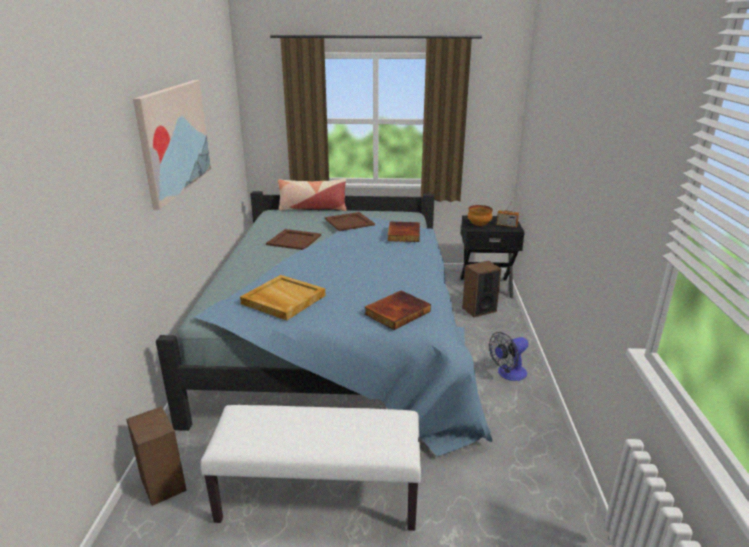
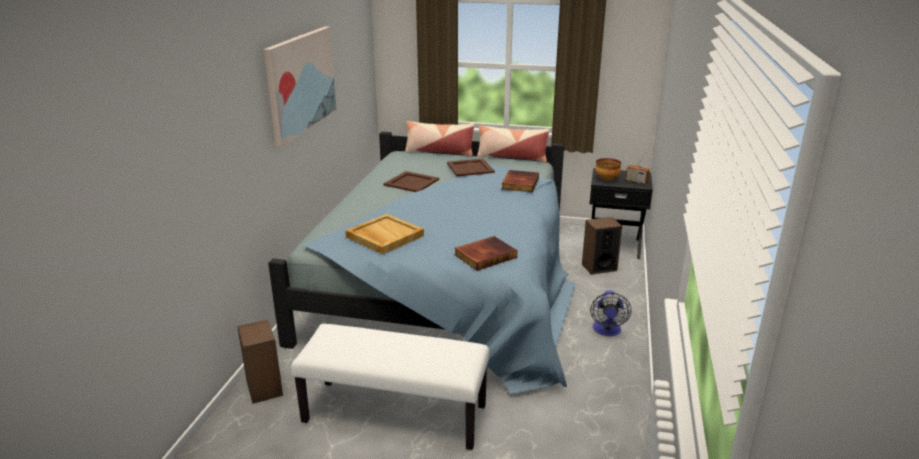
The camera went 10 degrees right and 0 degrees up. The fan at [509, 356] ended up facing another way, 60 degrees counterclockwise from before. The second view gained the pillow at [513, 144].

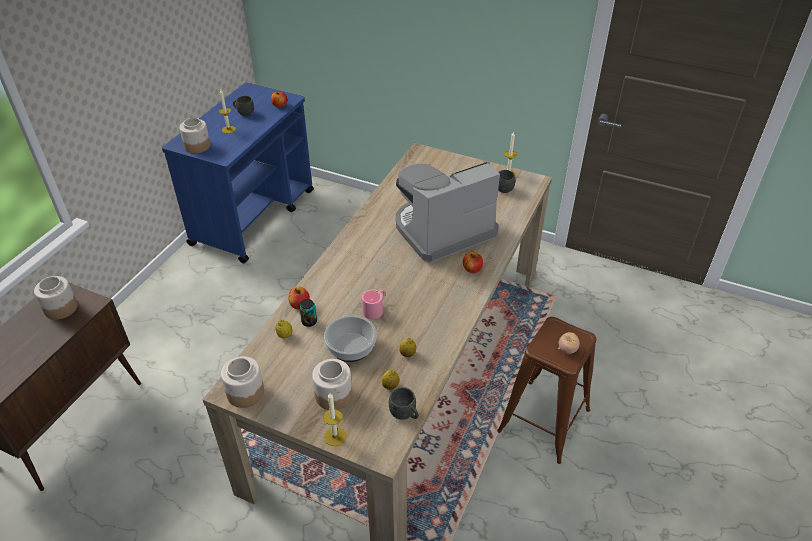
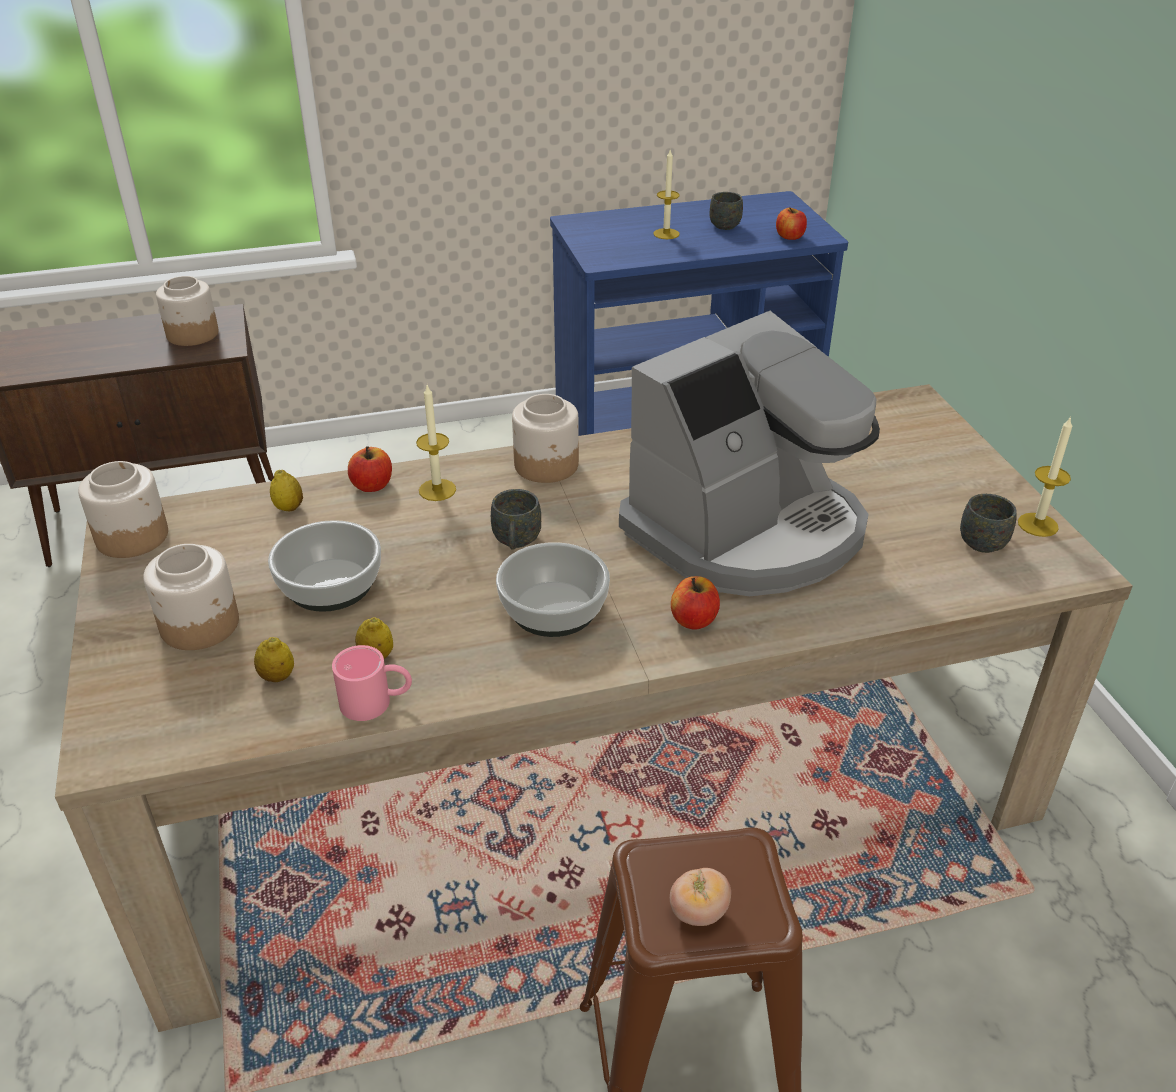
The camera went 50 degrees right and 5 degrees down. The jar ended up elsewhere, having gone from [194, 135] to [545, 438]. The second view lost the can at [308, 313]. The candle ended up elsewhere, having gone from [334, 419] to [436, 443]. The pink mug ended up elsewhere, having gone from [373, 304] to [372, 683]. The grey mug ended up elsewhere, having gone from [404, 403] to [516, 519]. The coffee machine at [448, 212] ended up facing another way, 120 degrees clockwise from before. The second view gained the bowl at [553, 589].

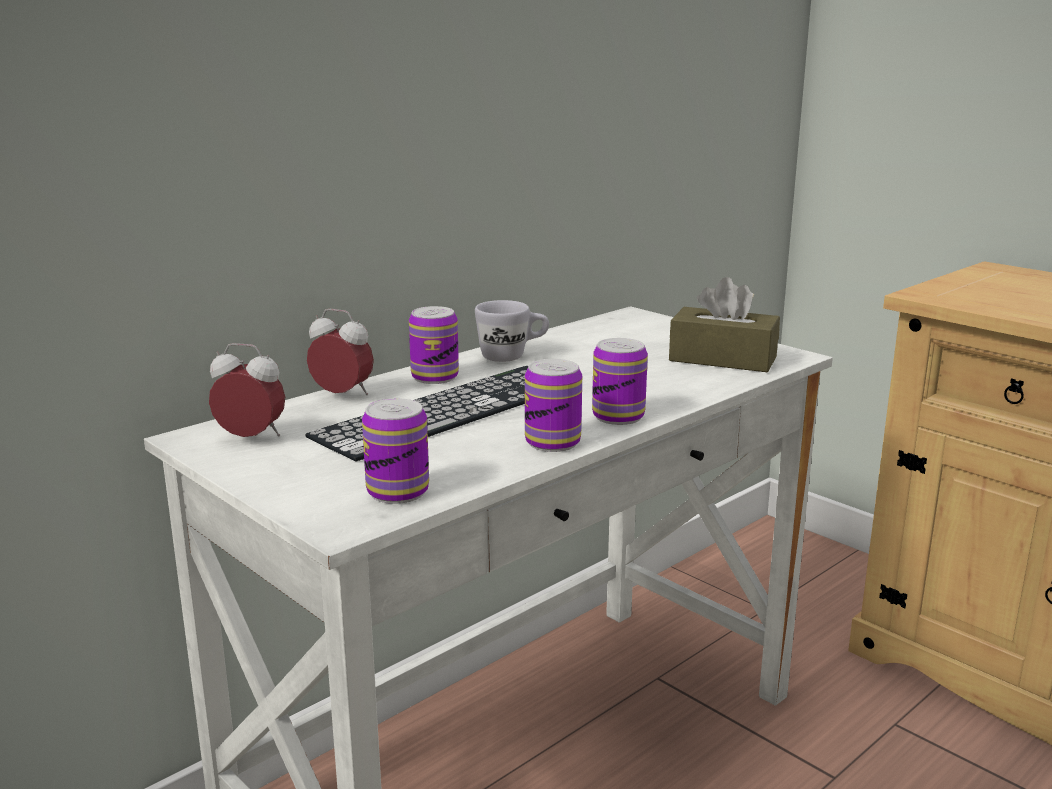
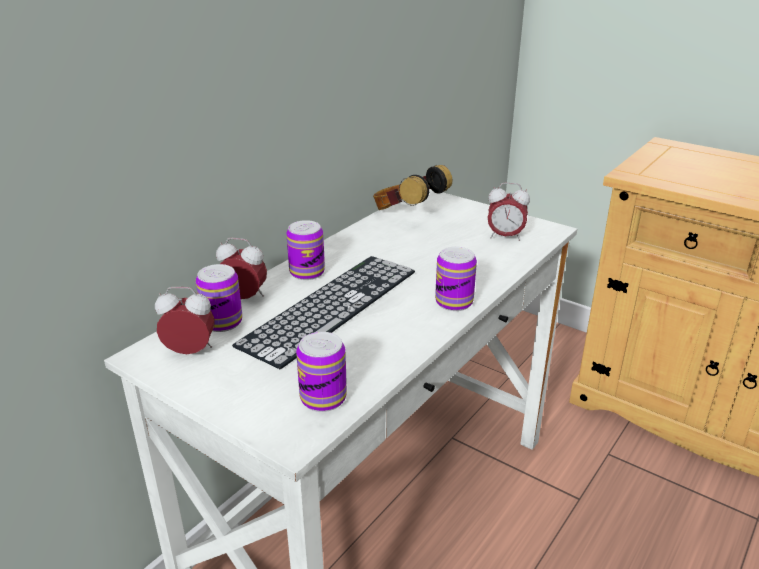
The camera went 10 degrees left and 10 degrees up. The second view lost the white mug at [512, 331]. The can ended up elsewhere, having gone from [553, 405] to [219, 298]. Where the brown tissue box stood at [724, 324], the alarm clock came to stand at [509, 212]. The second view gained the headphones at [412, 187].

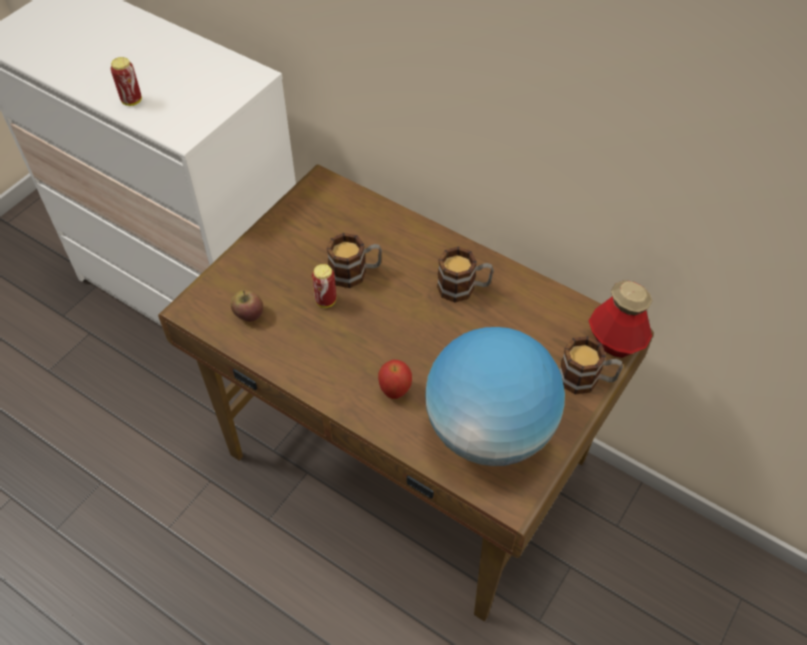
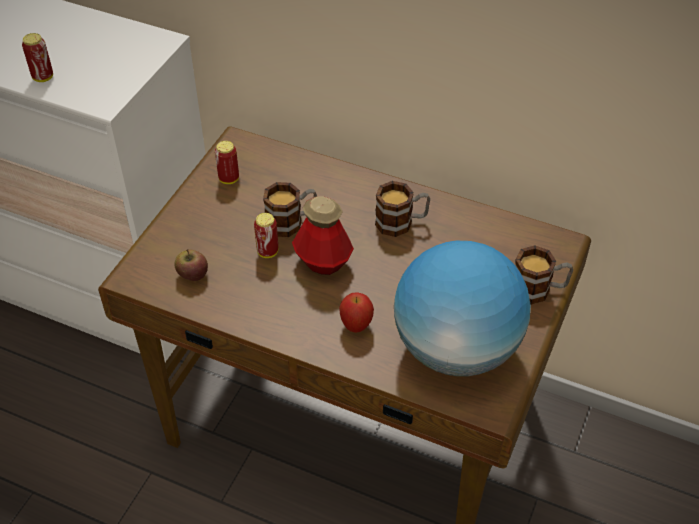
The camera went 10 degrees left and 5 degrees down. The bottle ended up elsewhere, having gone from [620, 319] to [323, 235]. The second view gained the can at [227, 162].

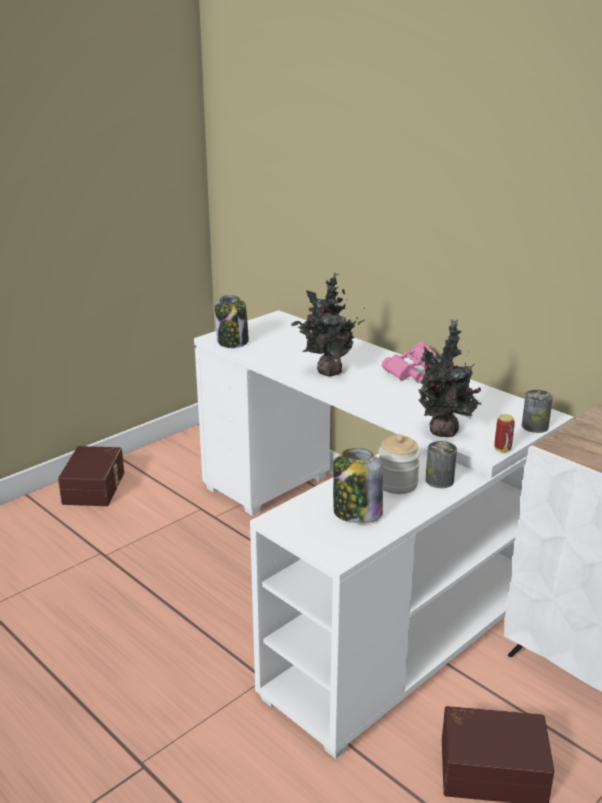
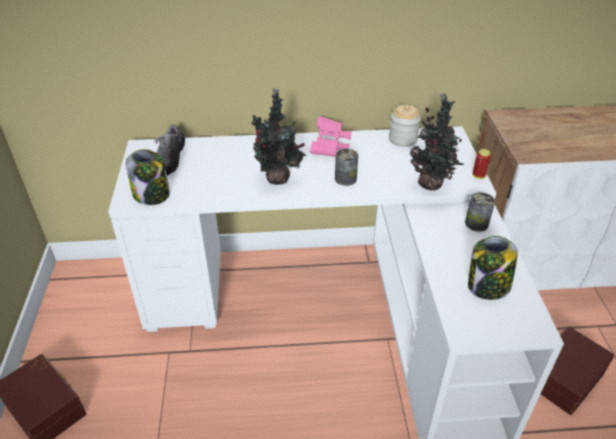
The camera went 50 degrees left and 15 degrees up. The jar ended up elsewhere, having gone from [399, 464] to [405, 125]. The can ended up elsewhere, having gone from [537, 411] to [346, 167]. The second view gained the shoe at [169, 150].

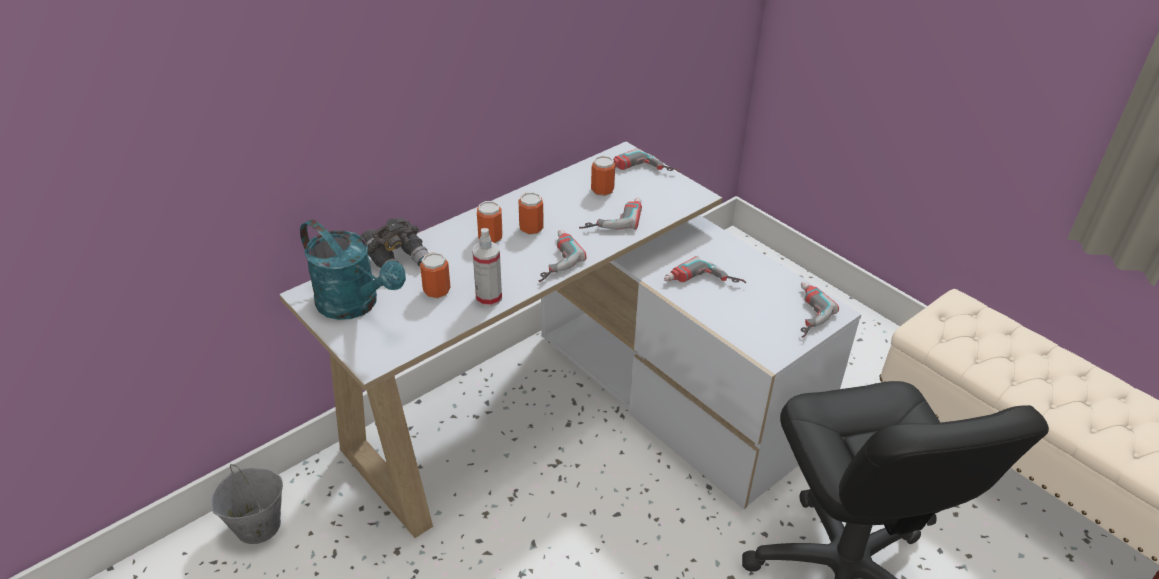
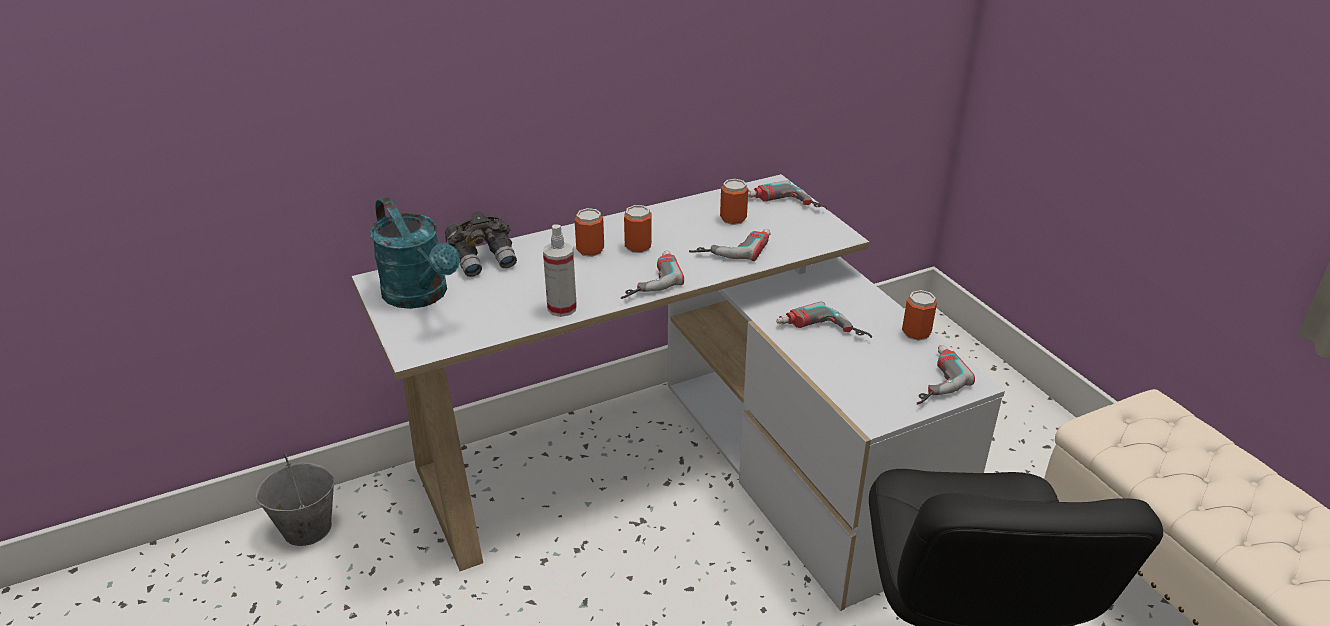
The camera went 15 degrees right and 5 degrees down. The can ended up elsewhere, having gone from [435, 275] to [919, 315].

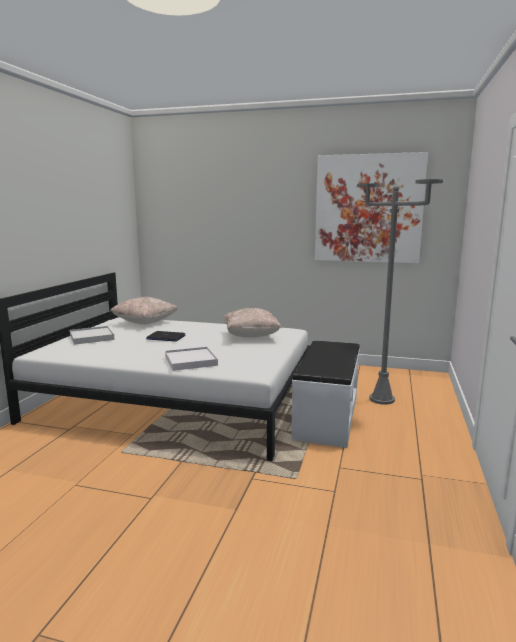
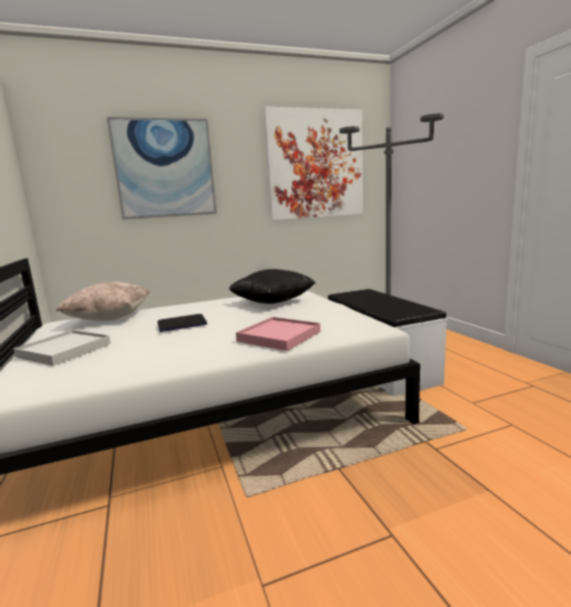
The camera went 35 degrees left and 0 degrees up. What was the white tray at [191, 359] turned into the pink tray at [278, 334]. What was the beige pillow at [252, 323] turned into the black pillow at [272, 286]. The second view gained the picture at [162, 168].

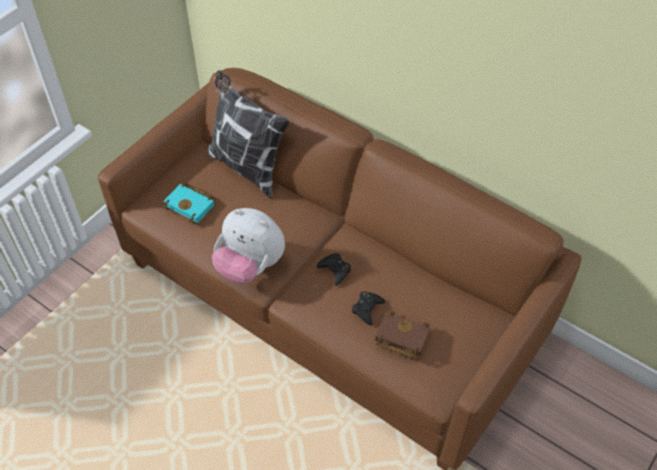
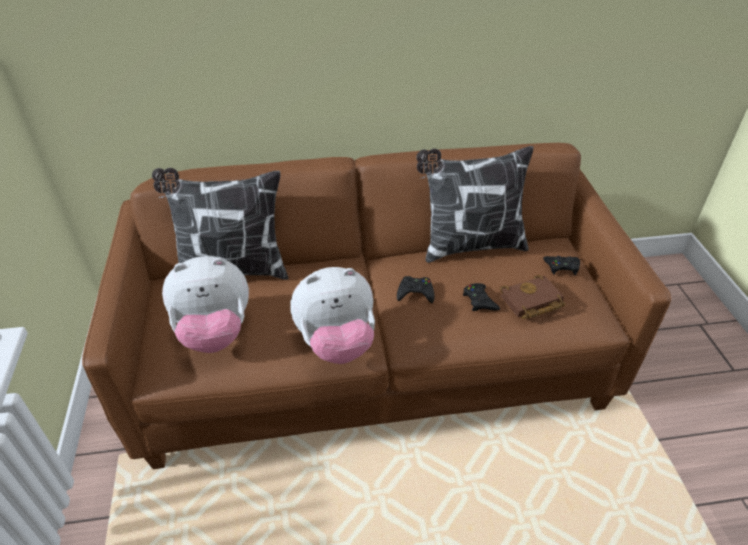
The camera went 45 degrees left and 10 degrees down. Where the turquoise book stood at [189, 203], the plush toy came to stand at [205, 304]. The second view gained the pillow at [474, 204]. The second view gained the black game controller at [561, 265].

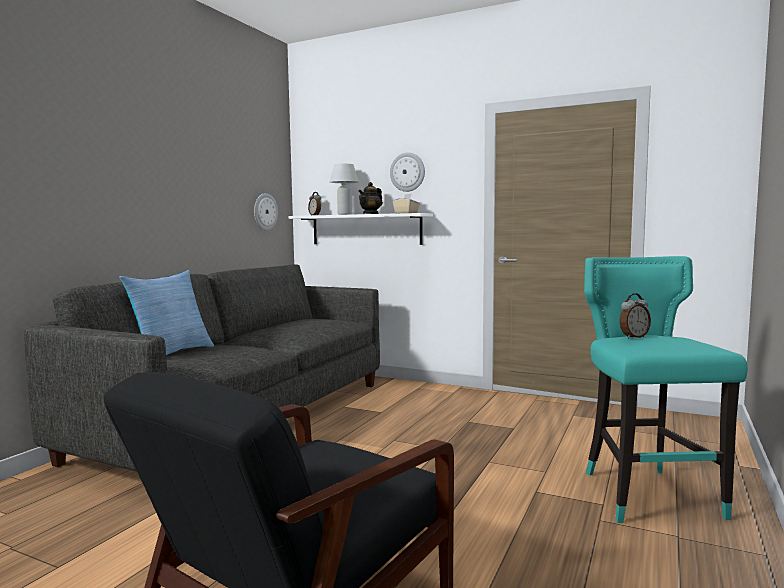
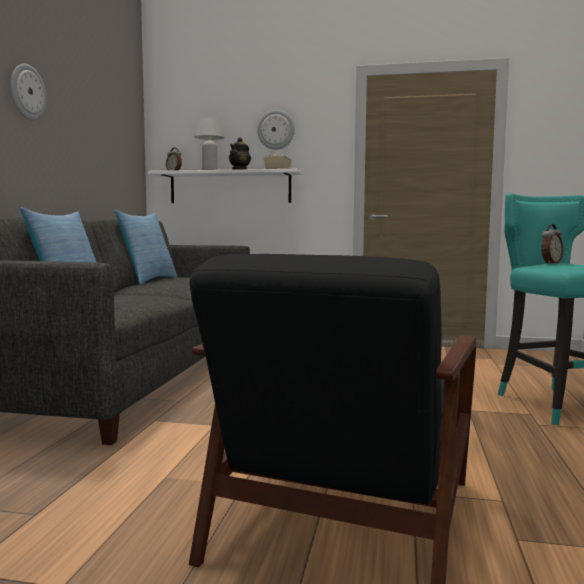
The camera went 15 degrees left and 0 degrees up. The wall clock ended up elsewhere, having gone from [266, 212] to [28, 92]. The second view gained the pillow at [146, 247].

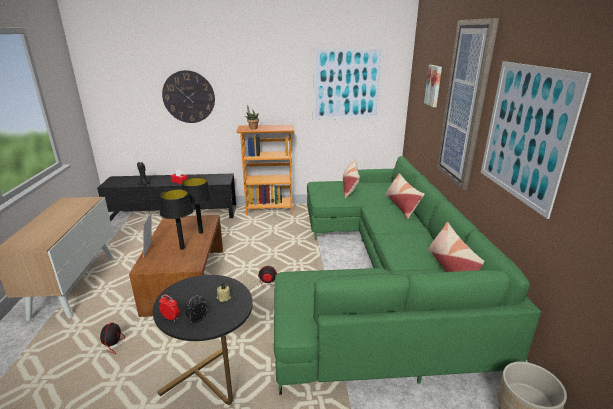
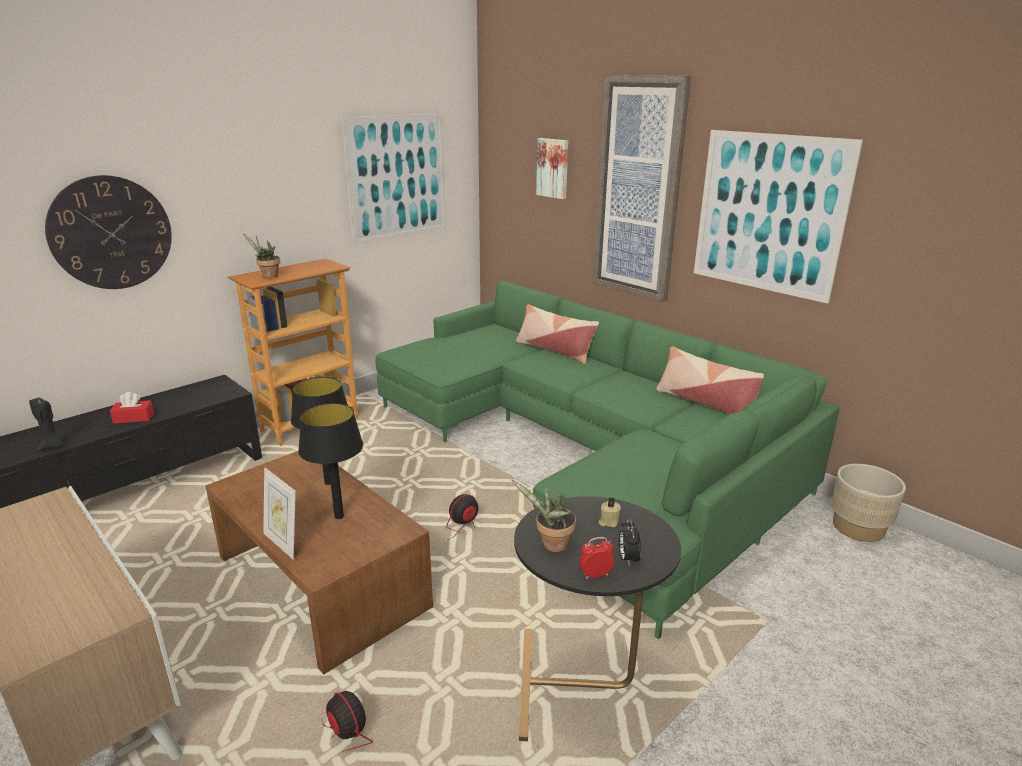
The camera went 40 degrees left and 0 degrees up. The second view lost the pillow at [351, 178]. The second view gained the potted plant at [543, 515].

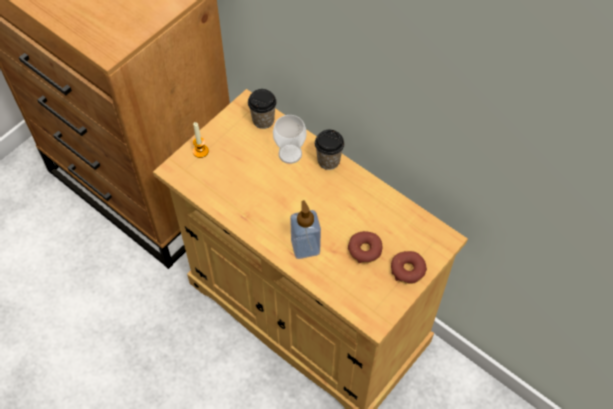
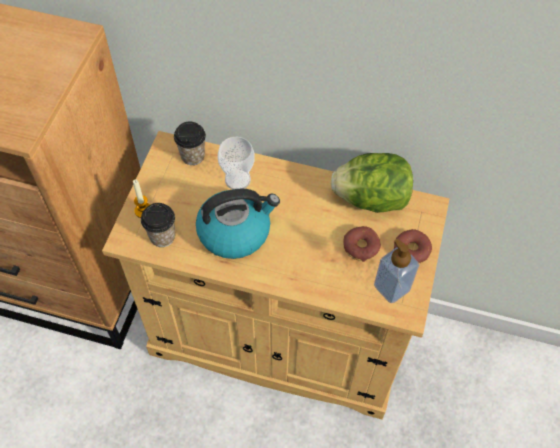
The camera went 25 degrees left and 0 degrees up. The soap dispenser ended up elsewhere, having gone from [305, 229] to [396, 271]. The cup ended up elsewhere, having gone from [329, 150] to [158, 225]. The second view gained the kettle at [238, 224]. The second view gained the lettuce at [372, 183].

